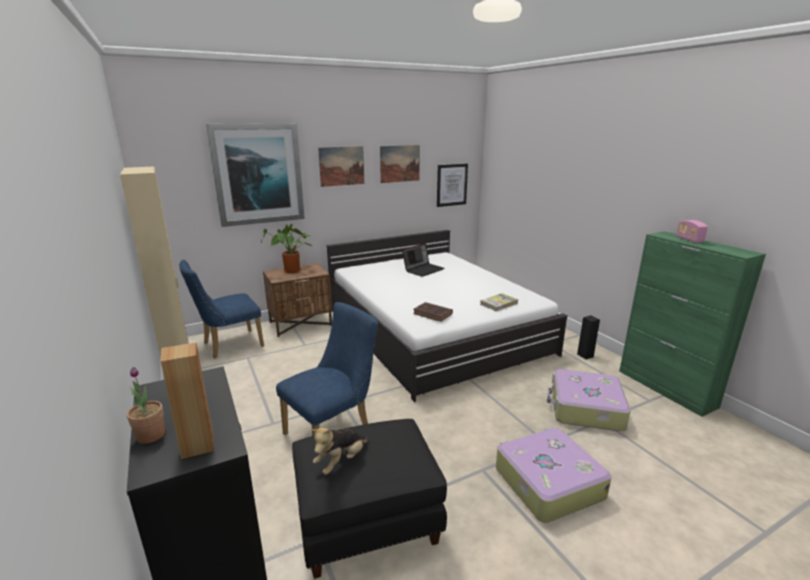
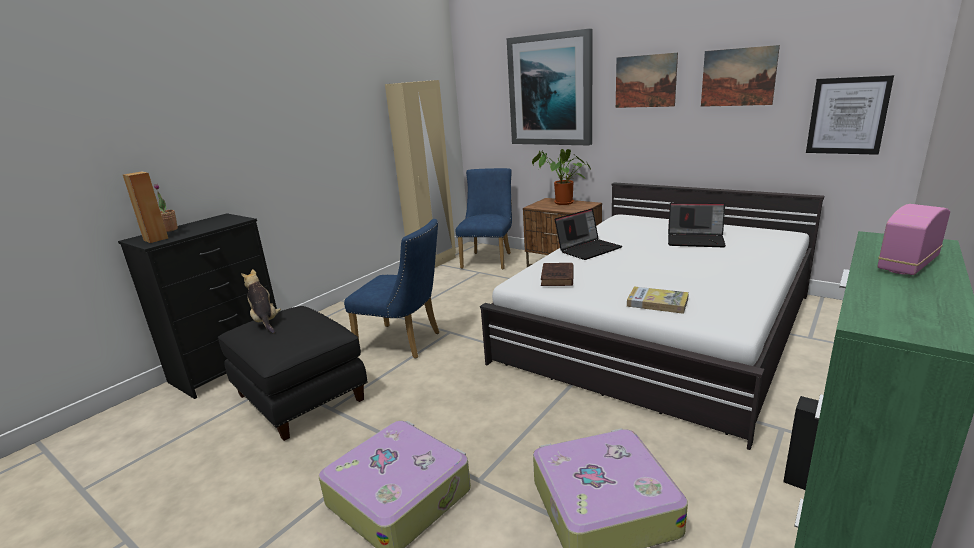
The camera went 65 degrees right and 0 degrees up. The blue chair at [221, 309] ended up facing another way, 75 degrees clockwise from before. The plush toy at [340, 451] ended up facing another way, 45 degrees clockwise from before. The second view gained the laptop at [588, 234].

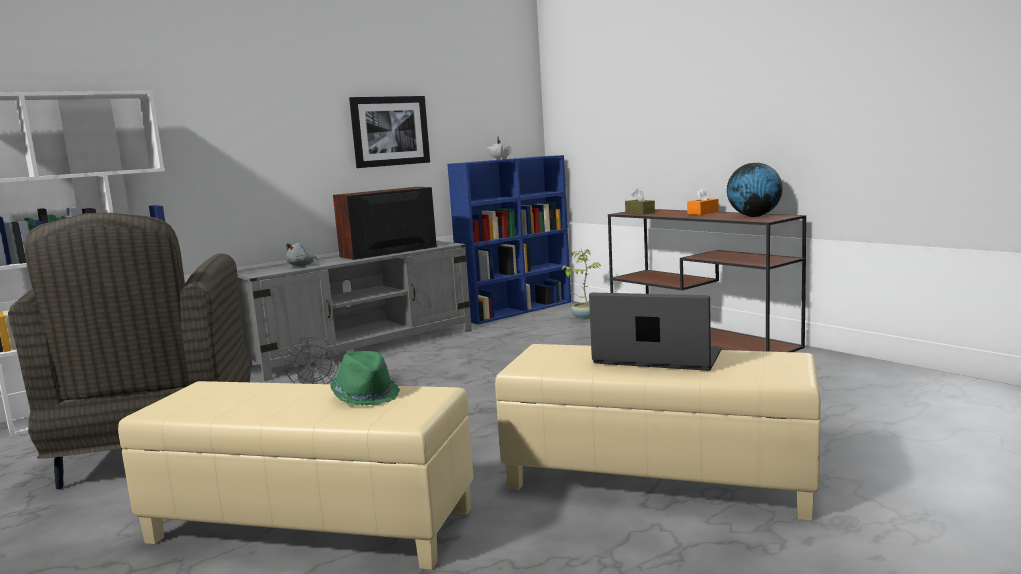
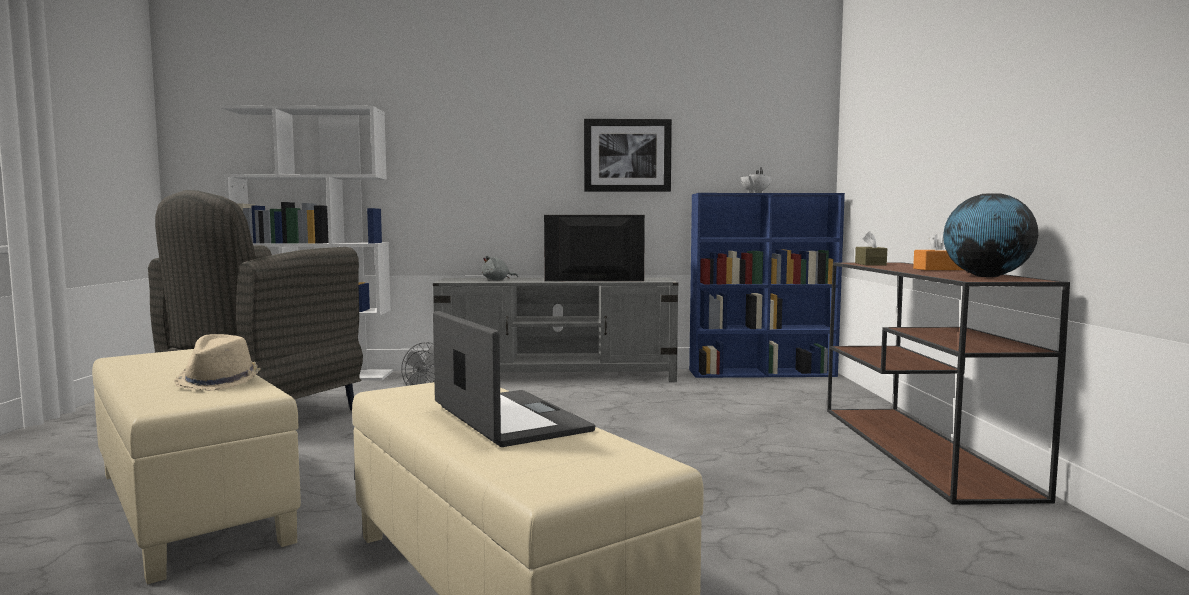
The camera went 35 degrees right and 5 degrees down. What was the green hat at [365, 378] turned into the beige hat at [217, 362]. The second view lost the potted plant at [581, 284].

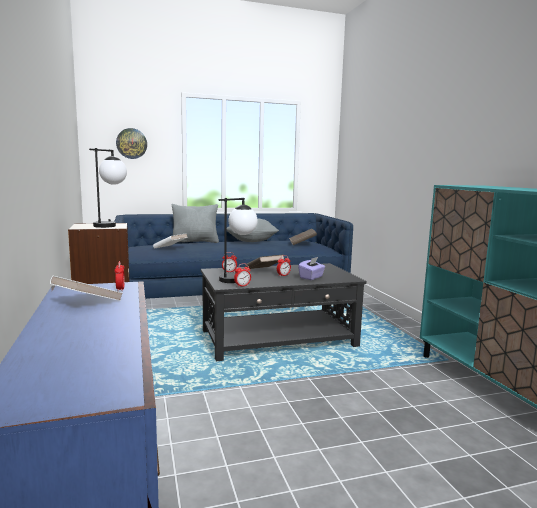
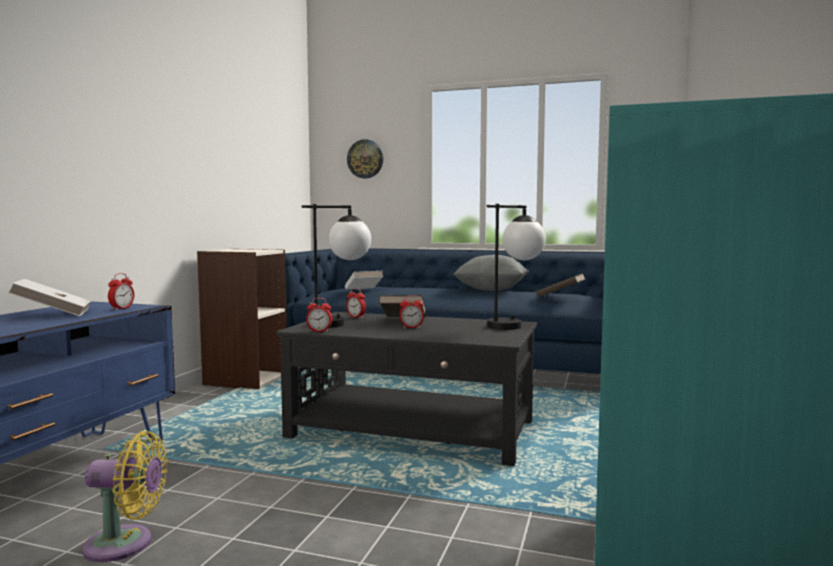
The camera went 35 degrees right and 5 degrees down. The table lamp ended up elsewhere, having gone from [108, 188] to [516, 267]. The second view lost the grey pillow at [195, 223]. The second view lost the purple tissue box at [311, 268]. The second view gained the yellow fan at [124, 496].

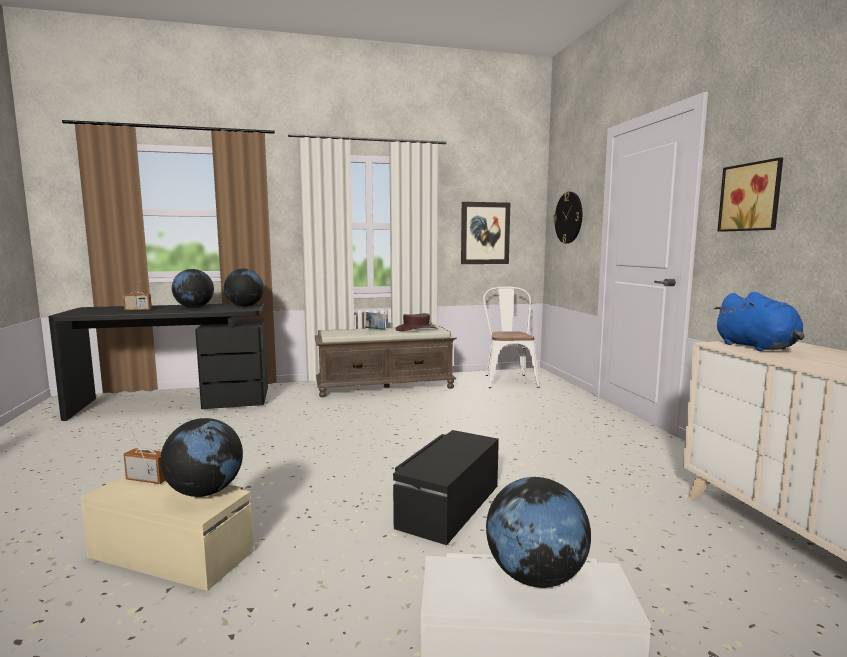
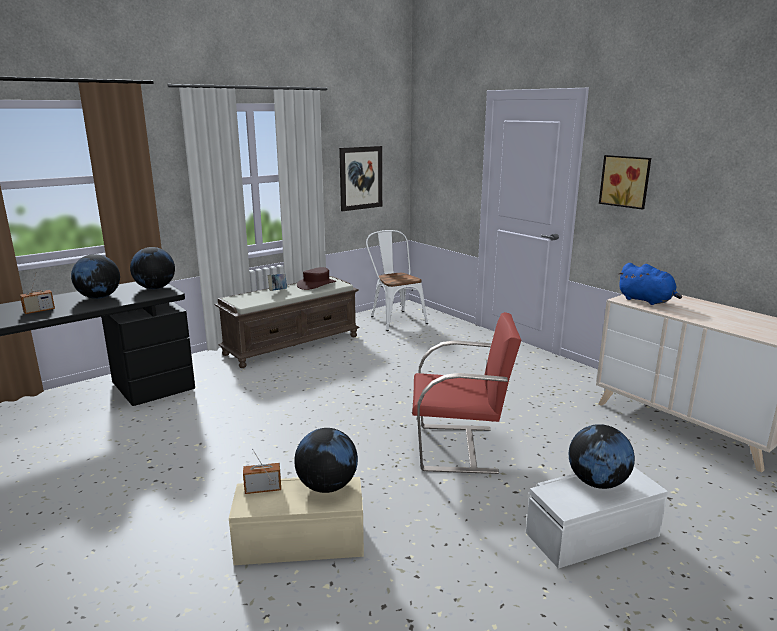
The camera went 25 degrees left and 10 degrees up. Where the black storage box stood at [446, 487], the red chair came to stand at [466, 393]. The second view lost the wall clock at [567, 218].

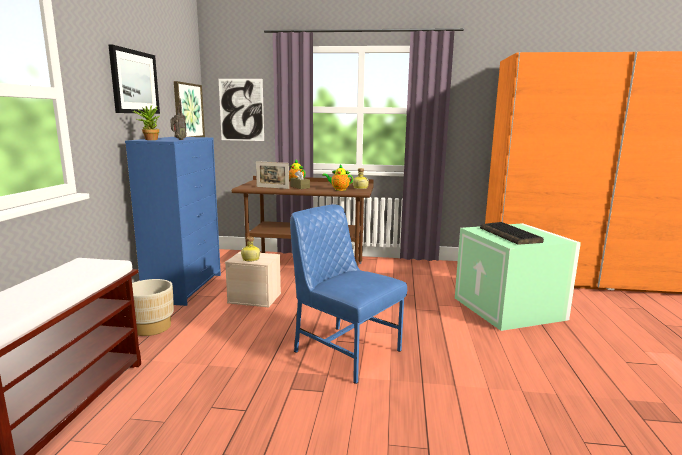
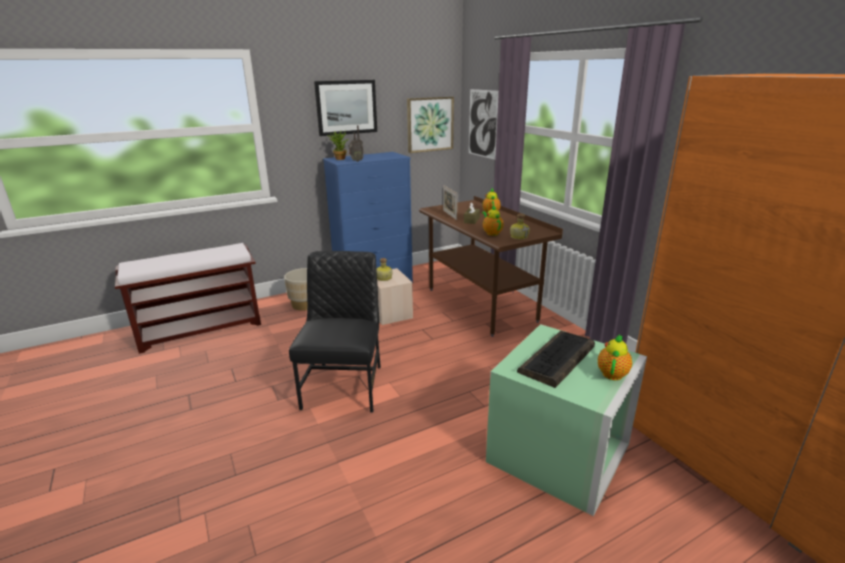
The camera went 55 degrees right and 10 degrees up. What was the blue chair at [348, 294] turned into the black chair at [335, 332]. The second view gained the teapot at [615, 357].

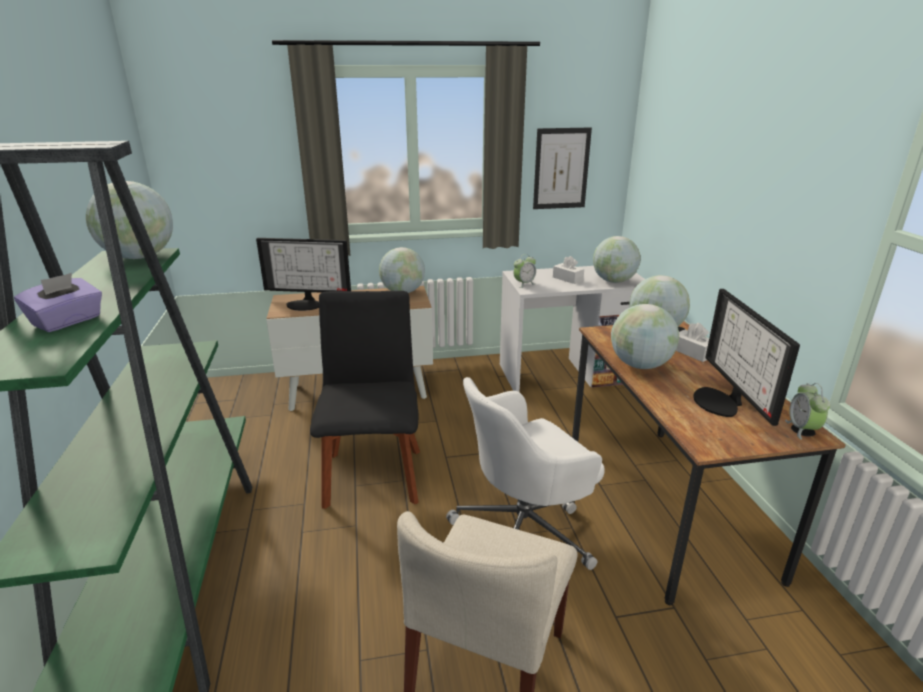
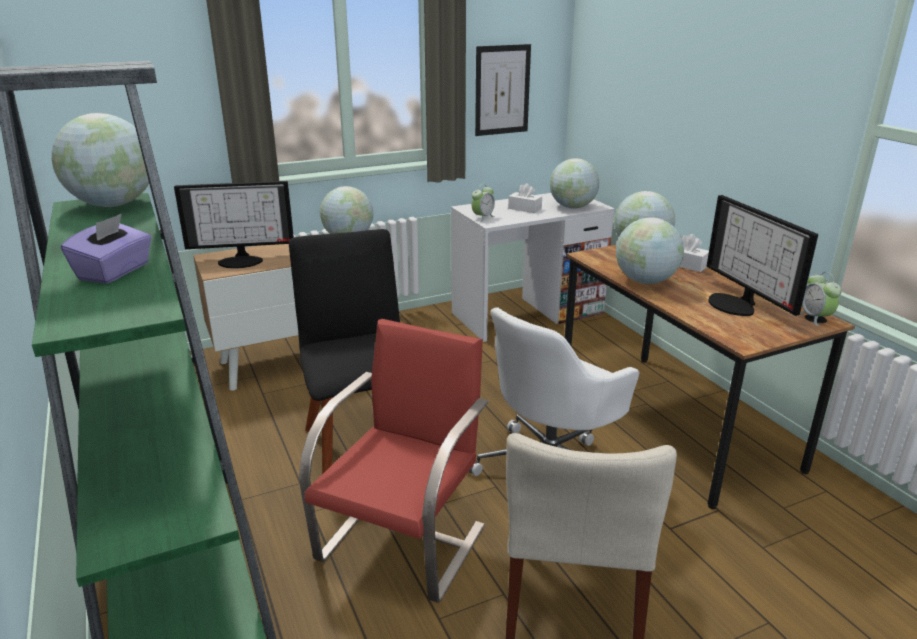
The camera went 15 degrees left and 0 degrees up. The second view gained the red chair at [394, 461].

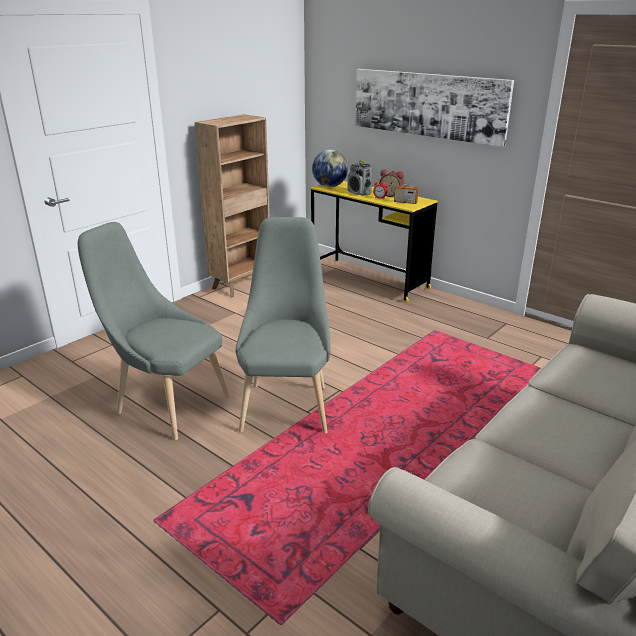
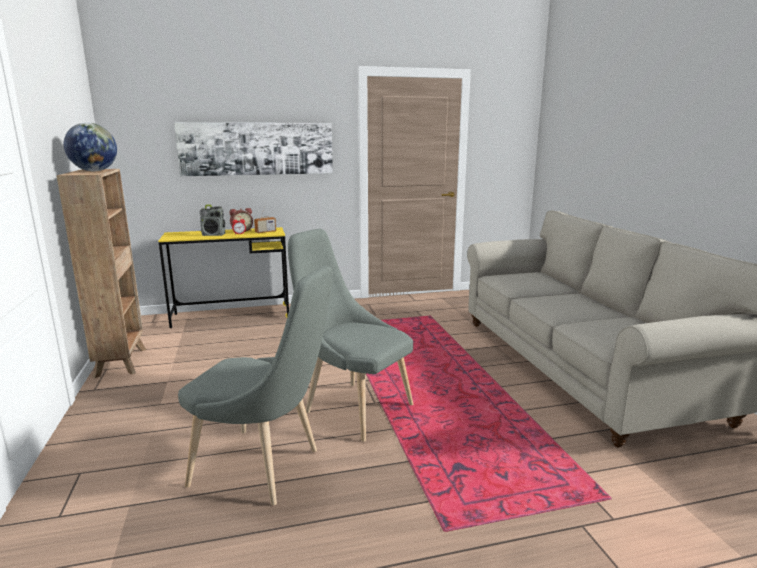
The camera went 55 degrees left and 10 degrees down. The grey chair at [153, 331] ended up facing another way, 135 degrees counterclockwise from before. The globe ended up elsewhere, having gone from [330, 168] to [90, 147].

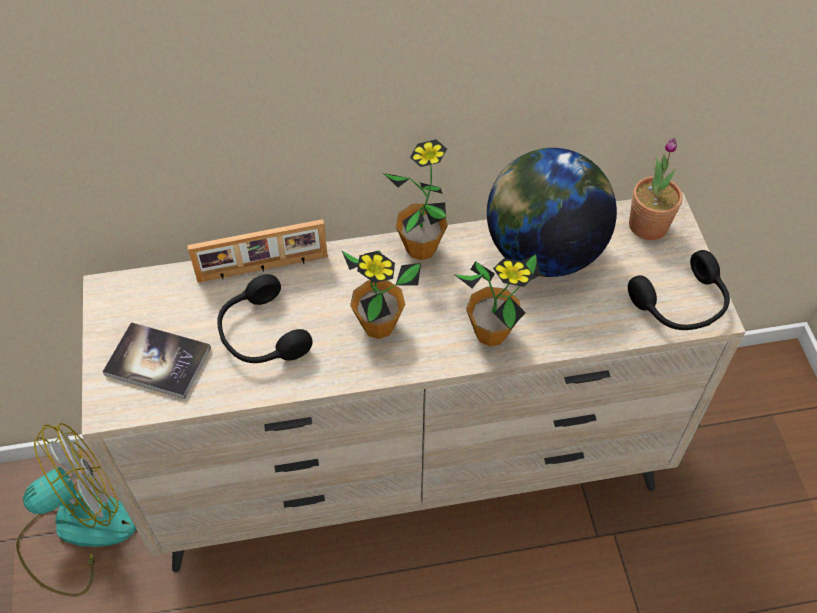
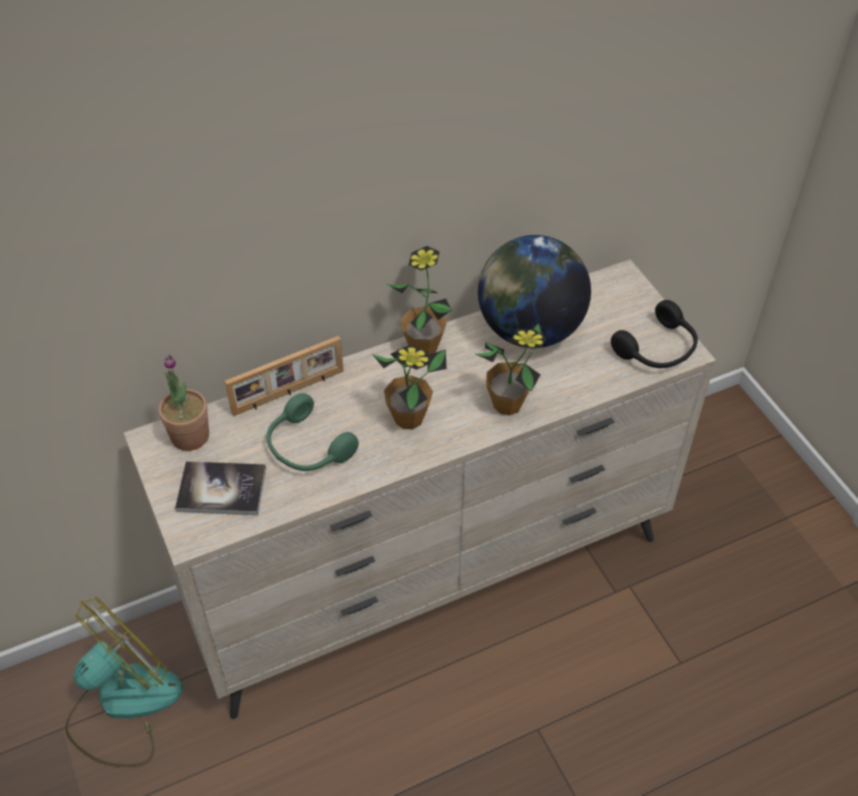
The camera went 15 degrees left and 5 degrees down. What was the black headphones at [265, 318] turned into the green headphones at [313, 432]. The potted plant ended up elsewhere, having gone from [655, 189] to [184, 403].

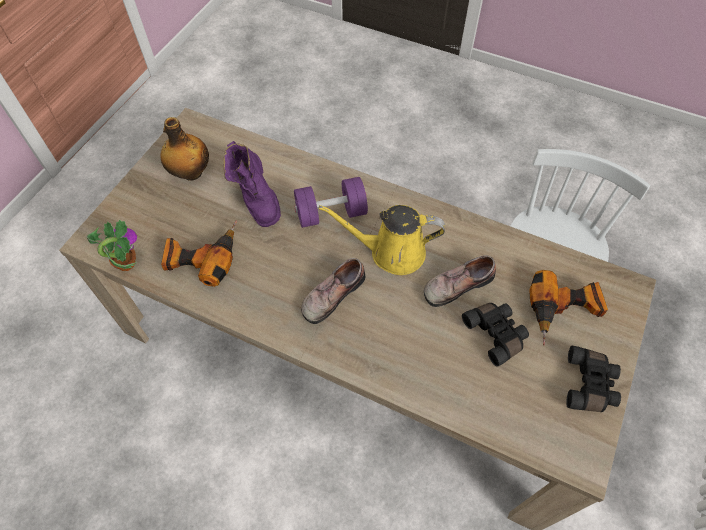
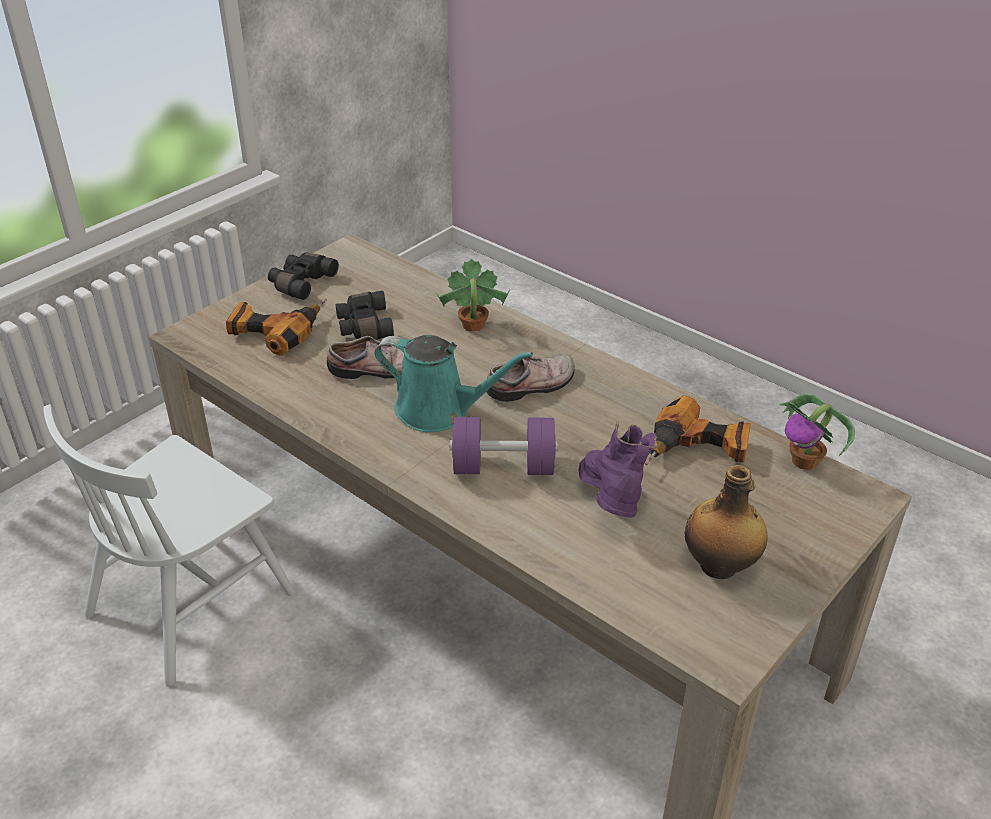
The camera went 165 degrees left and 20 degrees down. What was the yellow watering can at [382, 240] turned into the turquoise watering can at [454, 383]. The second view gained the potted plant at [472, 295].

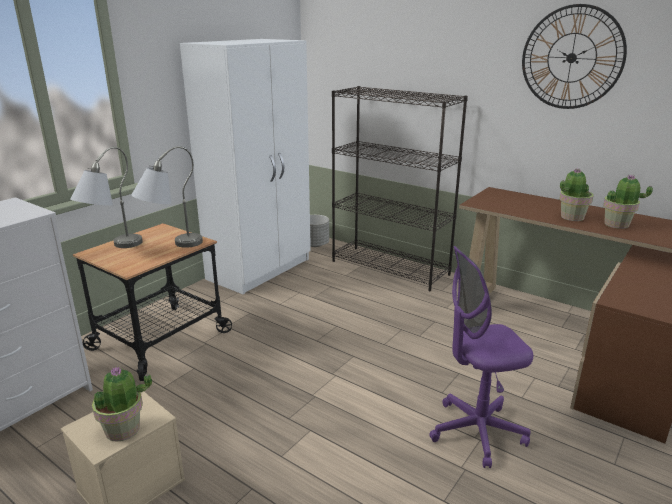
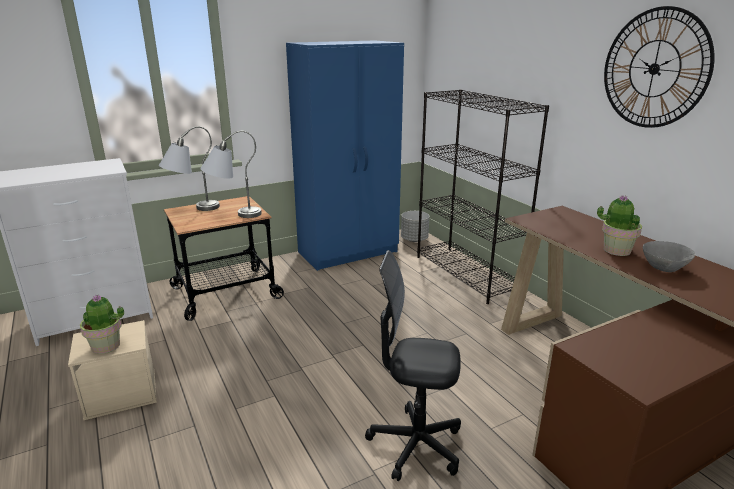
The camera went 25 degrees right and 0 degrees up. What was the white wardrobe at [245, 166] turned into the blue wardrobe at [345, 156]. What was the purple office chair at [481, 357] turned into the black office chair at [413, 365]. Where the potted plant stood at [628, 202], the grey bowl came to stand at [669, 256].

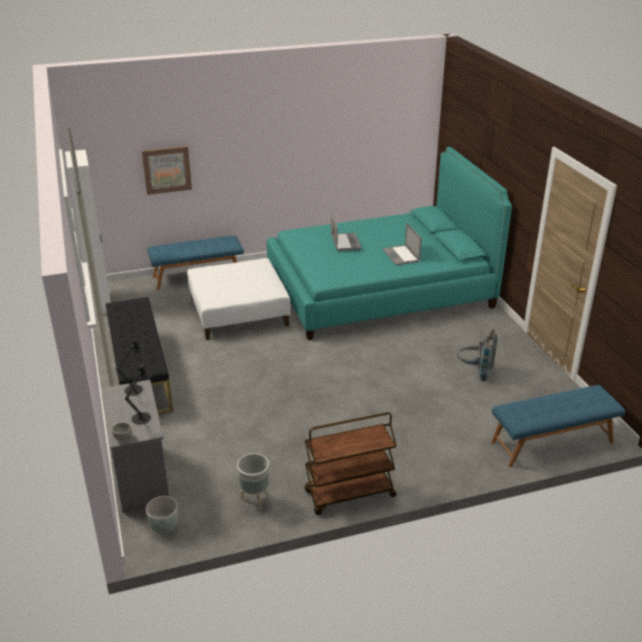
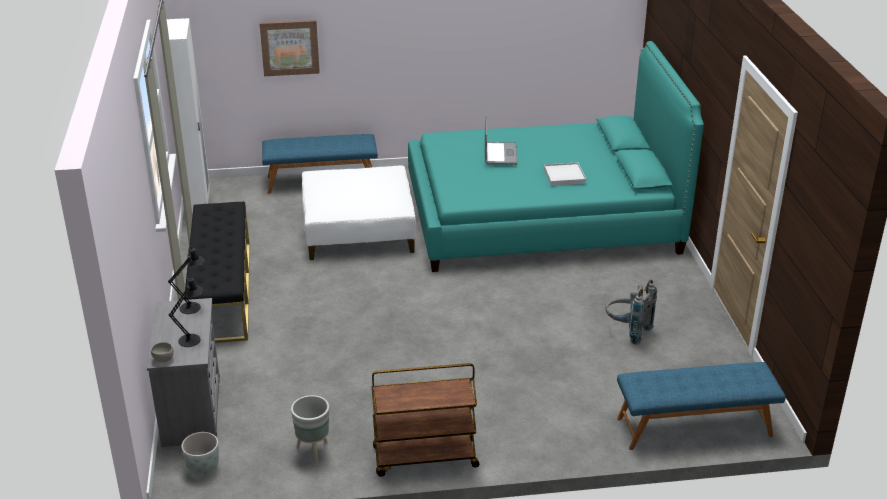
The camera went 10 degrees right and 0 degrees up. Where the laptop stood at [402, 244], the white tray came to stand at [565, 174].

